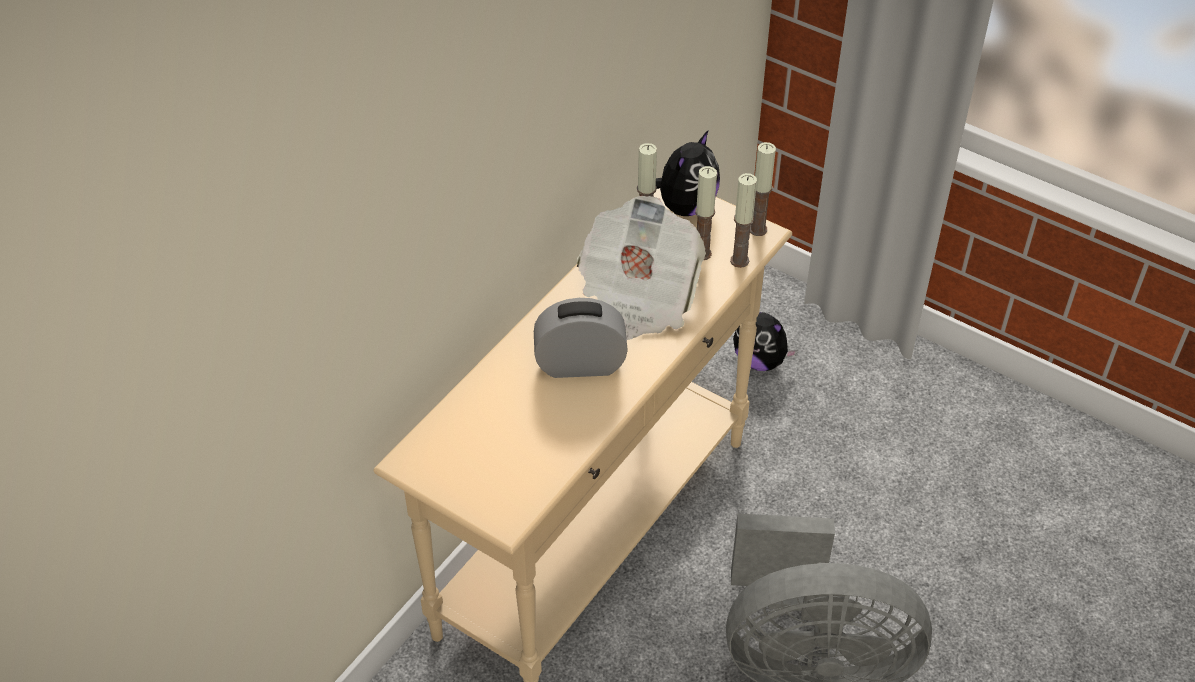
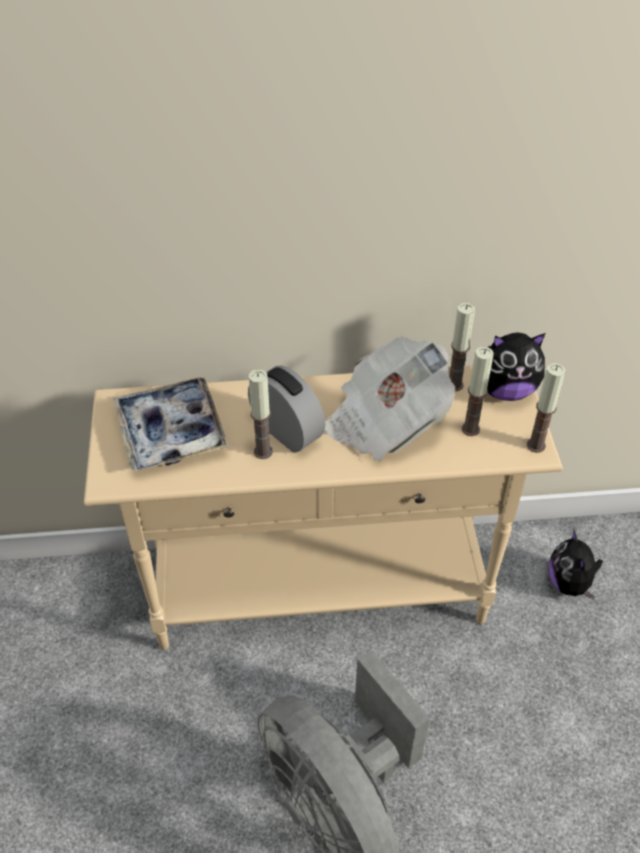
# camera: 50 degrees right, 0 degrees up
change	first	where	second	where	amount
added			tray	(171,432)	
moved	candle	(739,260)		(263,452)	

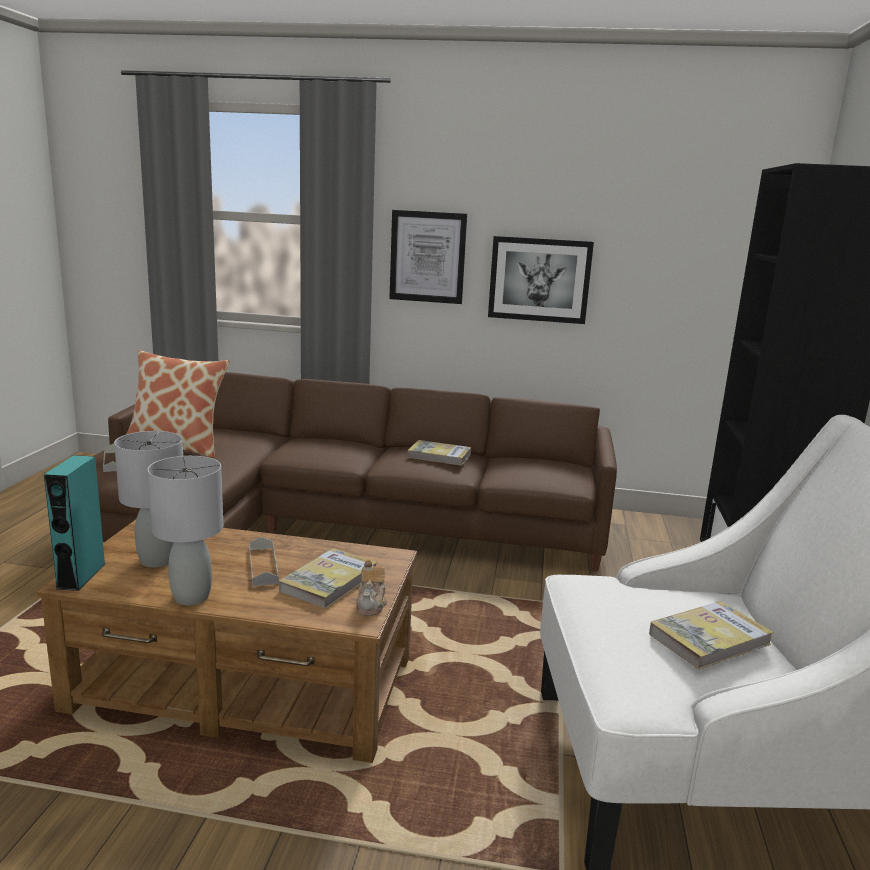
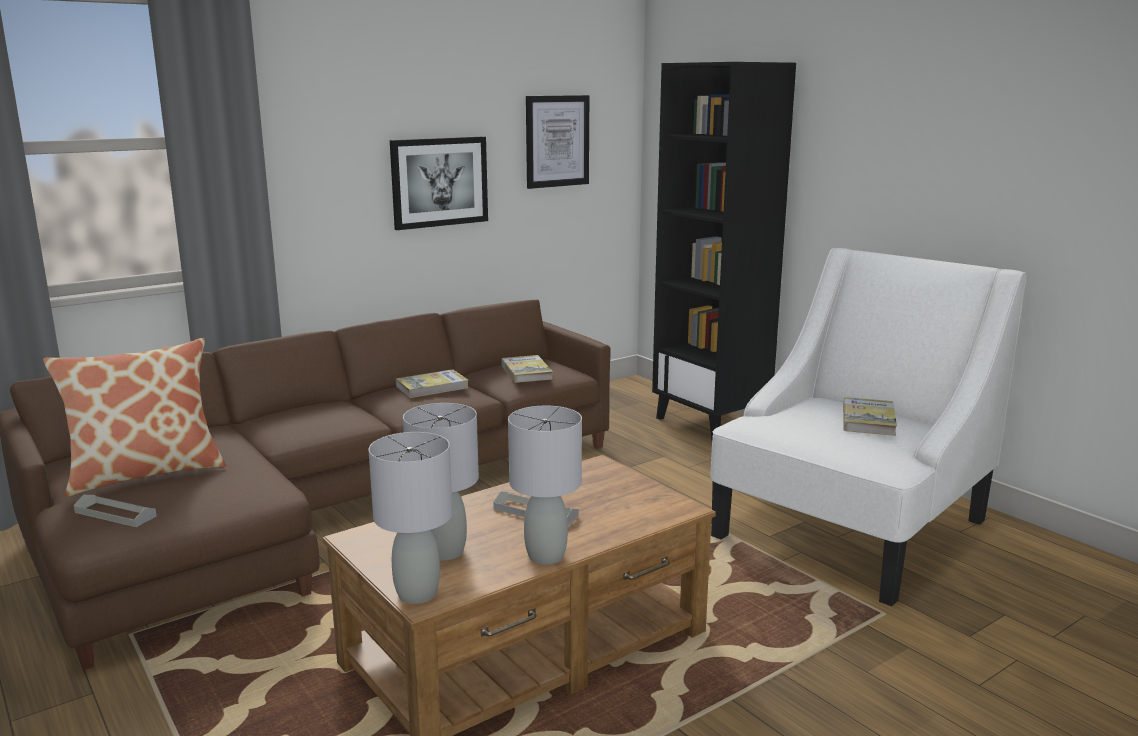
# camera: 45 degrees left, 0 degrees up
change	first	where	second	where	amount
removed	teapot	(371,604)			
moved	book	(329,581)		(526,372)	
moved	picture	(427,257)		(557,141)	
replaced	turquoise speaker	(81,575)	grey table lamp	(417,593)	

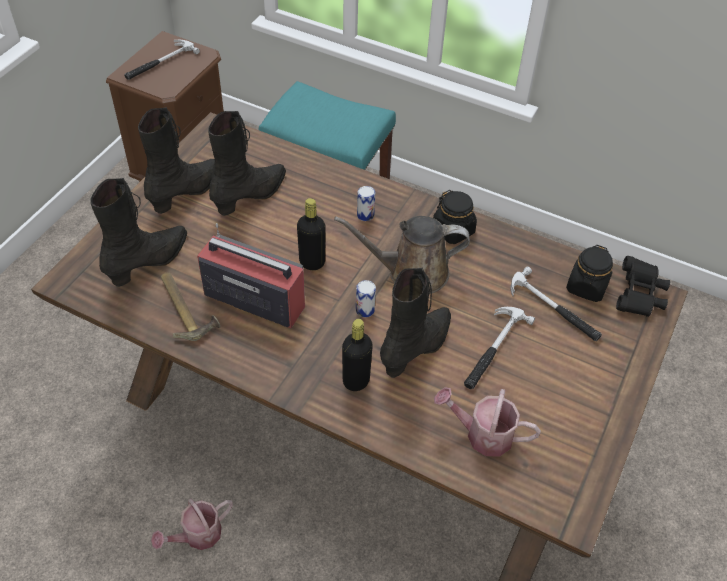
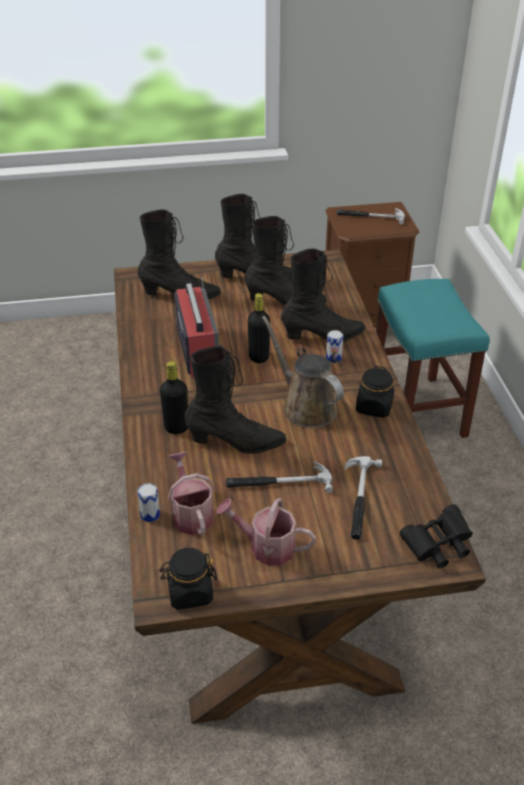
# camera: 55 degrees right, 10 degrees down
change	first	where	second	where	amount
removed	hammer	(185,308)			
added			black boot	(323,336)	
moved	watering can	(197,535)		(266,547)	
moved	can	(365,310)		(150,515)	
moved	black jar	(586,287)		(190,592)	

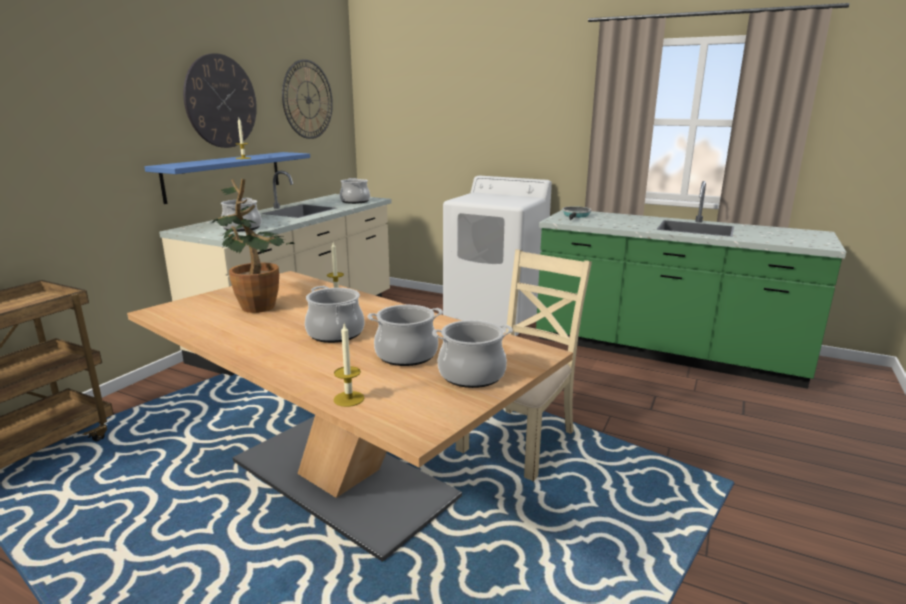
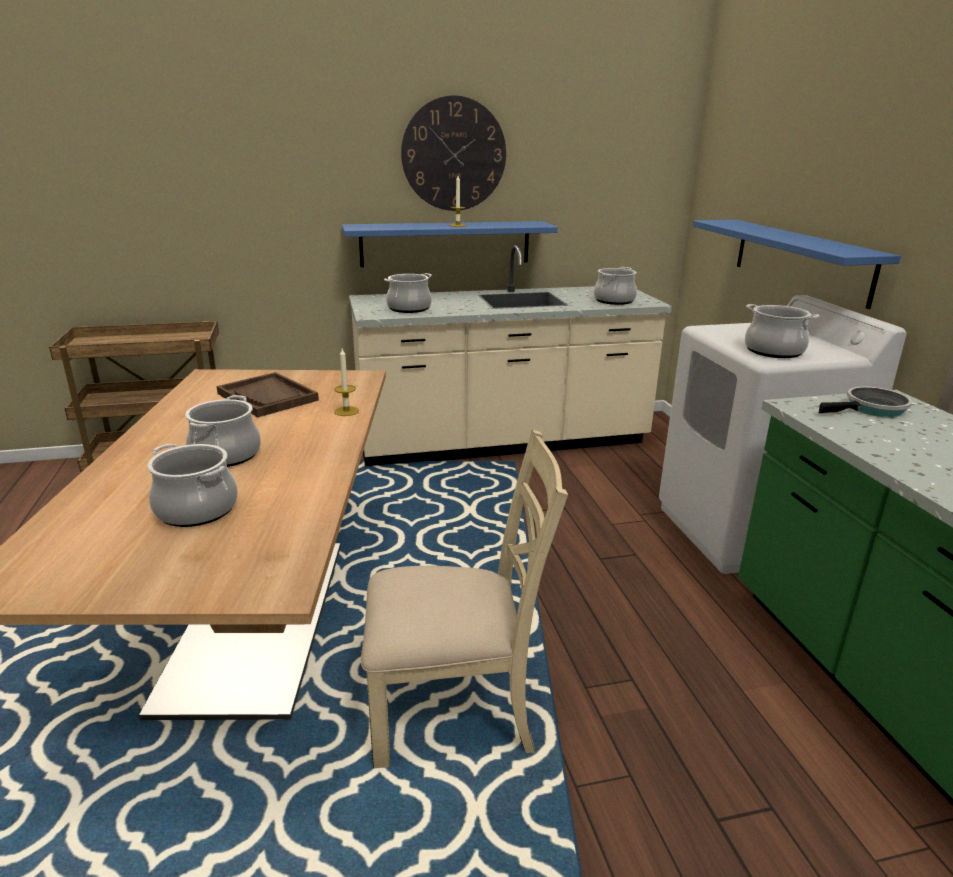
# camera: 50 degrees right, 5 degrees up
change	first	where	second	where	amount
removed	wall clock	(308,100)			
removed	candle	(349,399)			
added			blue shelf	(800,260)	
moved	cooking pot	(471,375)		(773,351)	
replaced	potted plant	(257,304)	brown tray	(268,397)	

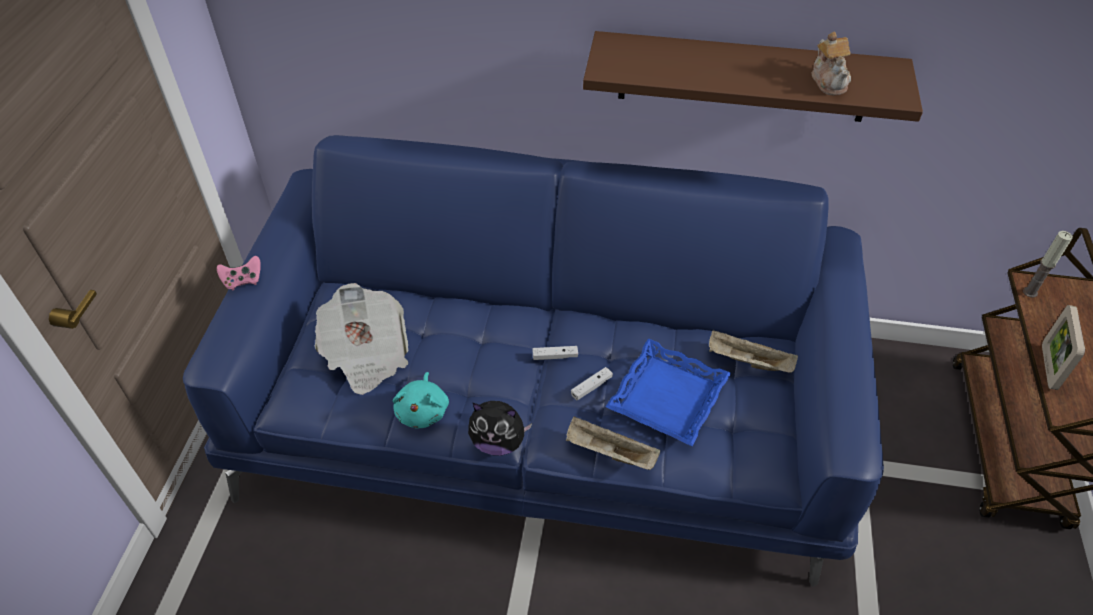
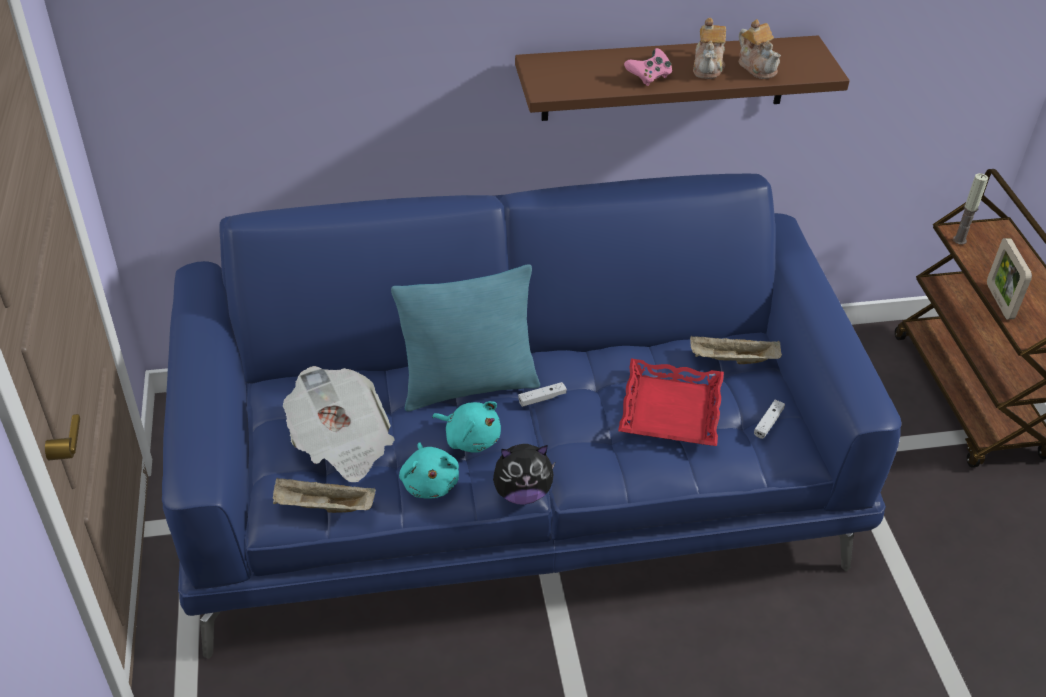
# camera: 20 degrees left, 5 degrees down
change	first	where	second	where	amount
added			turquoise pillow	(469,386)	
added			turquoise plush toy	(470,438)	
added			teapot	(708,67)	
moved	pink game controller	(243,281)		(649,77)	
moved	beige tray	(609,453)		(323,507)	
moved	white game controller	(591,387)		(768,423)	
recoloured	blue tray	(667,396)	red tray	(669,410)	

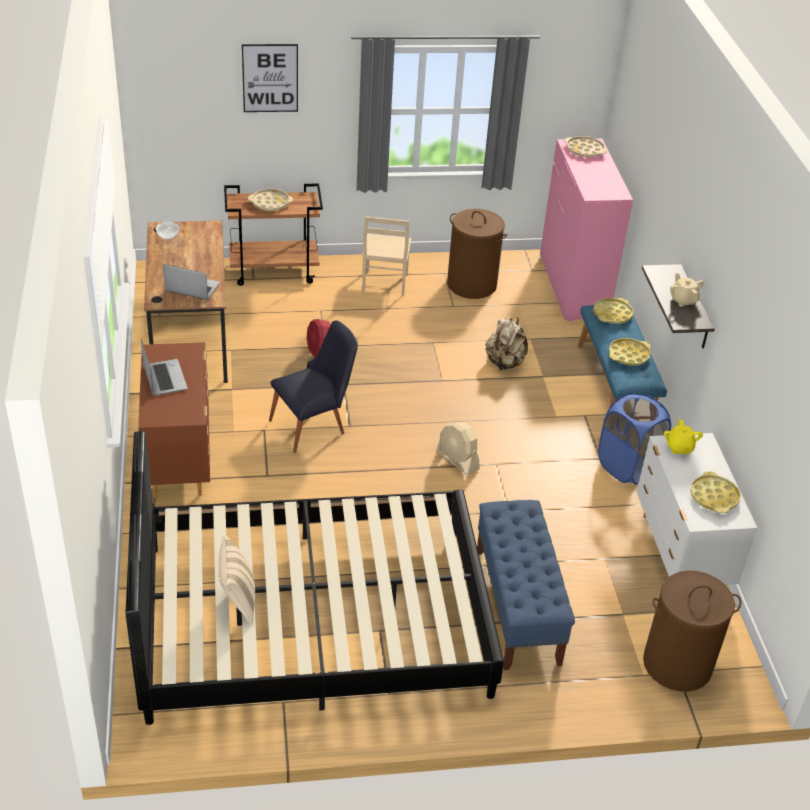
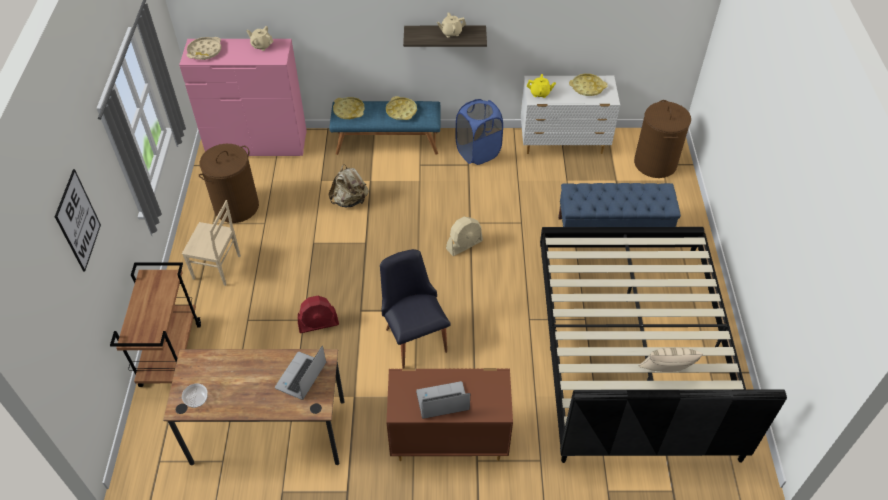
# camera: 80 degrees left, 10 degrees up
change	first	where	second	where	amount
removed	beige tray	(270,203)			
added			beige teapot	(261,45)	

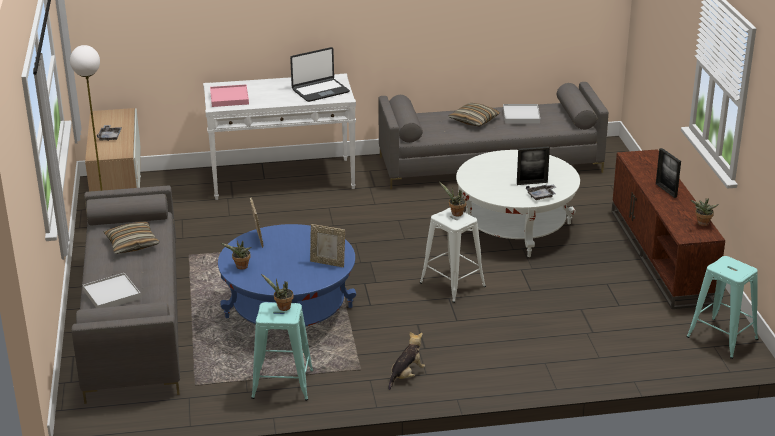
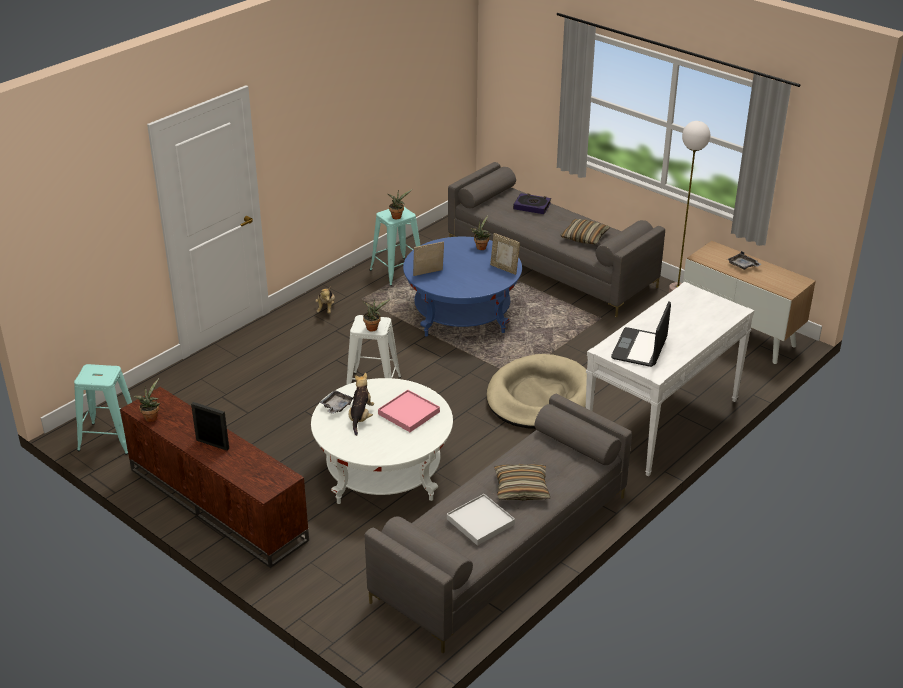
# camera: 140 degrees right, 5 degrees up
change	first	where	second	where	amount
added			beige dog bed	(539,397)	
moved	pink tray	(229,98)		(409,413)	
replaced	white tray	(112,294)	book	(532,206)	
replaced	picture frame	(532,183)	plush toy	(361,417)	

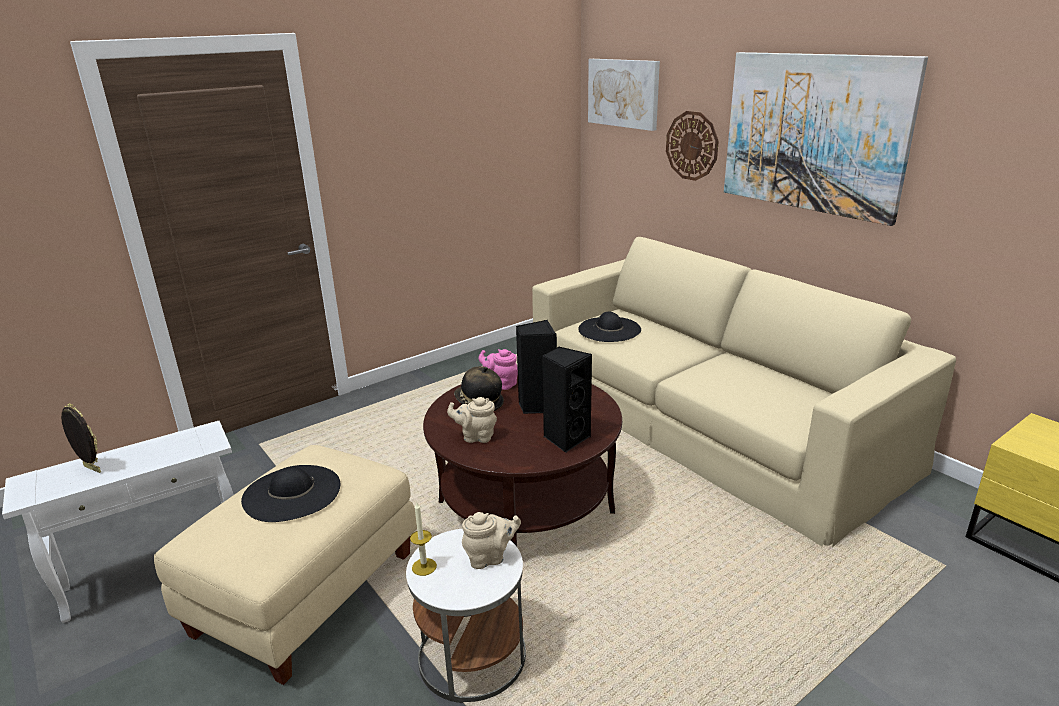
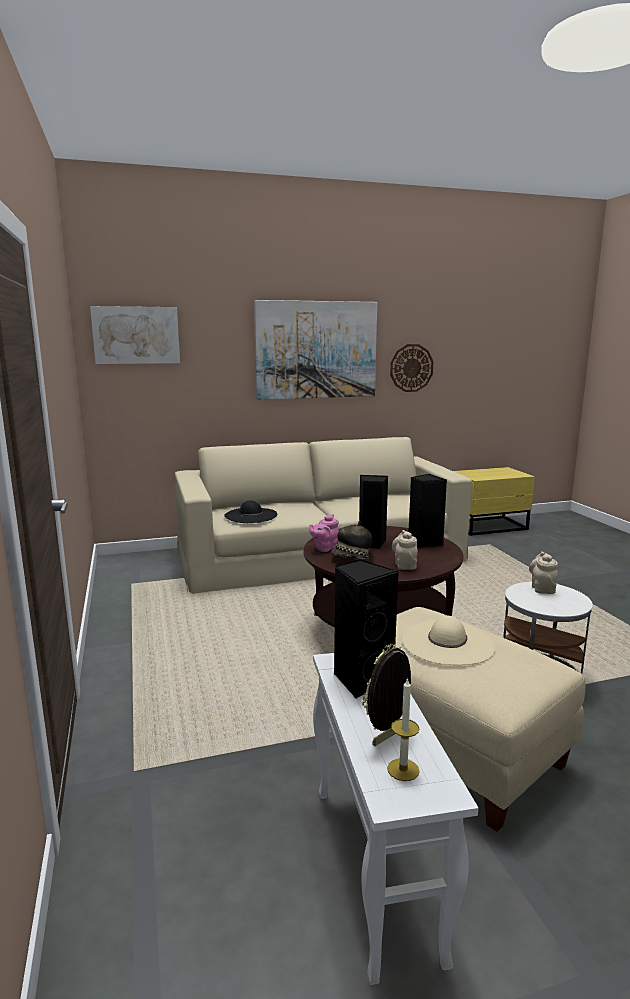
# camera: 70 degrees left, 10 degrees down
change	first	where	second	where	amount
added			black speaker	(361,680)	
moved	candle	(424,567)		(403,769)	
moved	wall clock	(692,146)		(411,368)	
recoloured	black hat	(292,493)	beige hat	(447,642)	
turned	beige teapot	(476,437)		(404,565)	150 degrees clockwise

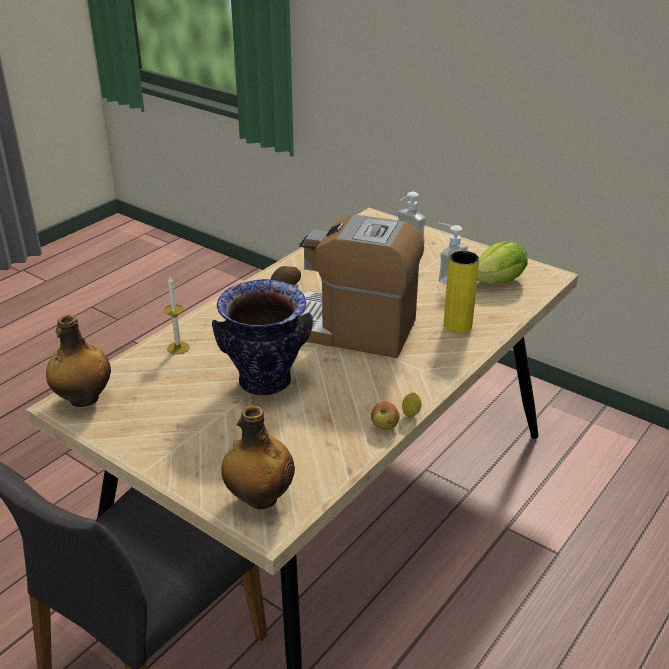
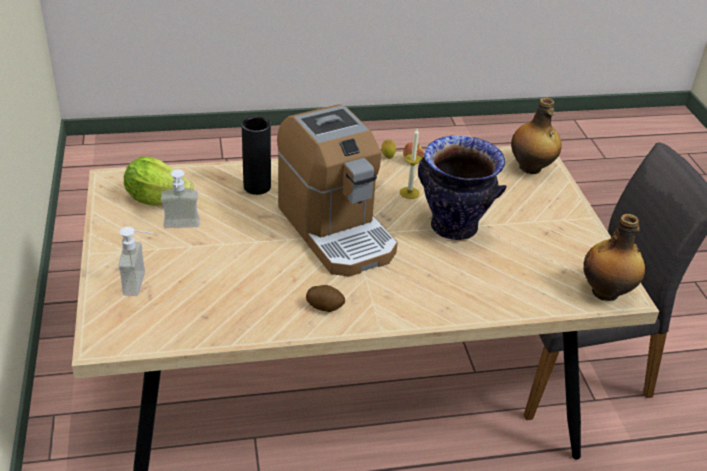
# camera: 140 degrees left, 5 degrees up
change	first	where	second	where	amount
moved	candle	(178,348)		(409,193)	
recoloured	yellow vase	(457,325)	black vase	(257,187)	

